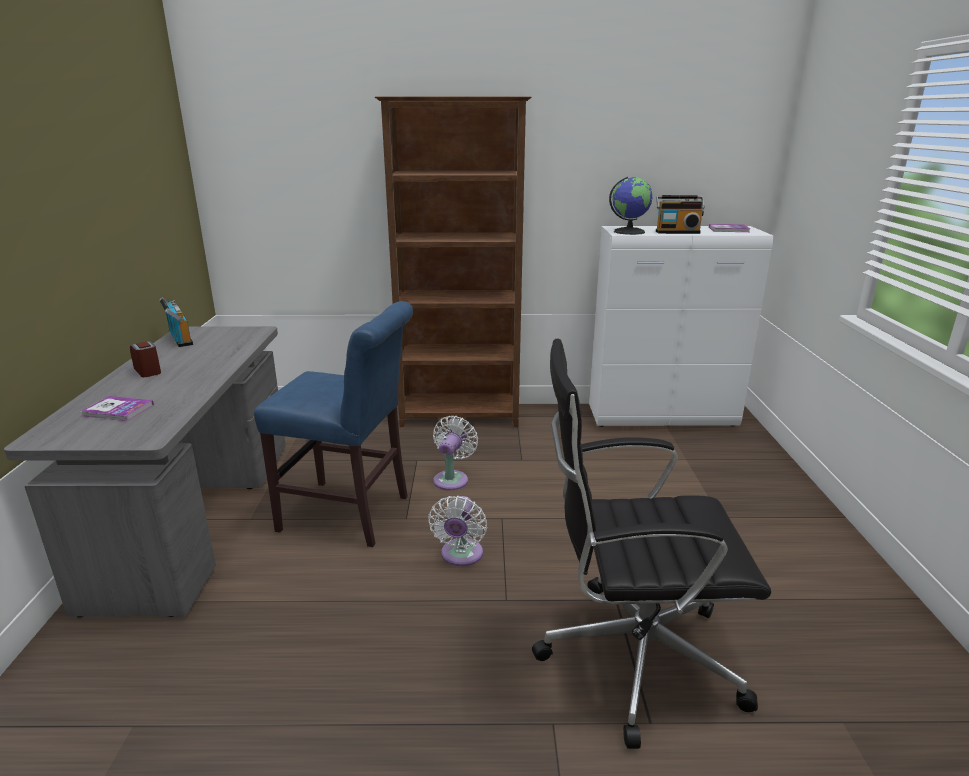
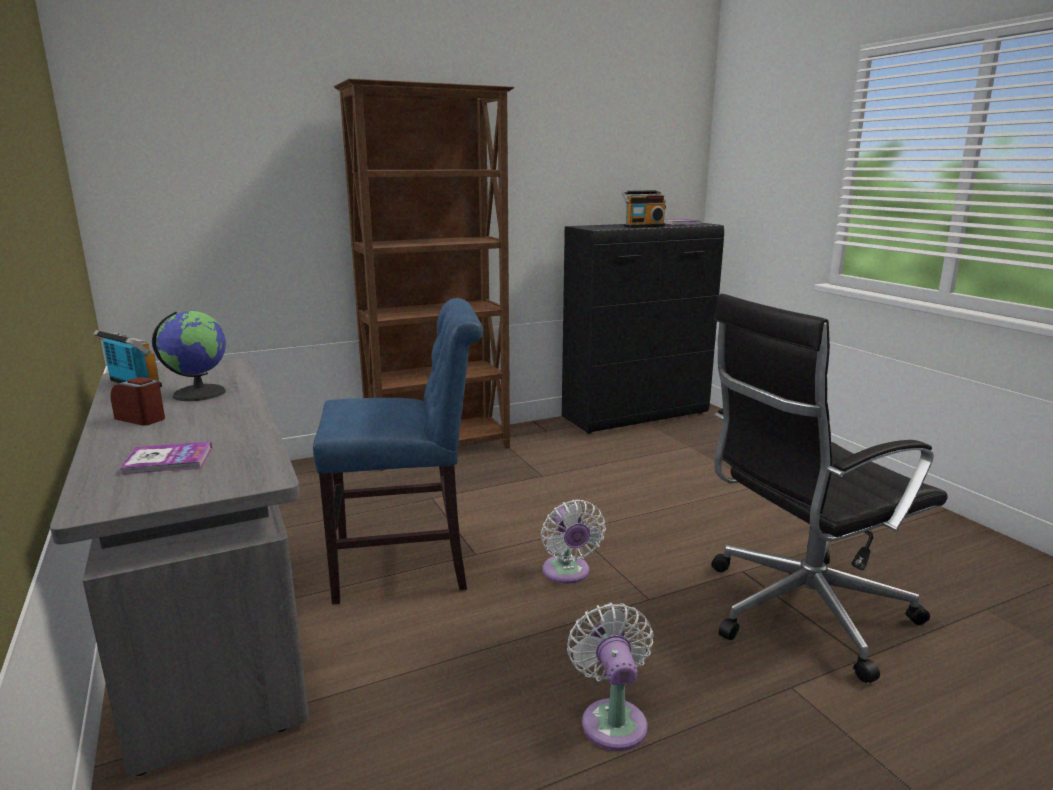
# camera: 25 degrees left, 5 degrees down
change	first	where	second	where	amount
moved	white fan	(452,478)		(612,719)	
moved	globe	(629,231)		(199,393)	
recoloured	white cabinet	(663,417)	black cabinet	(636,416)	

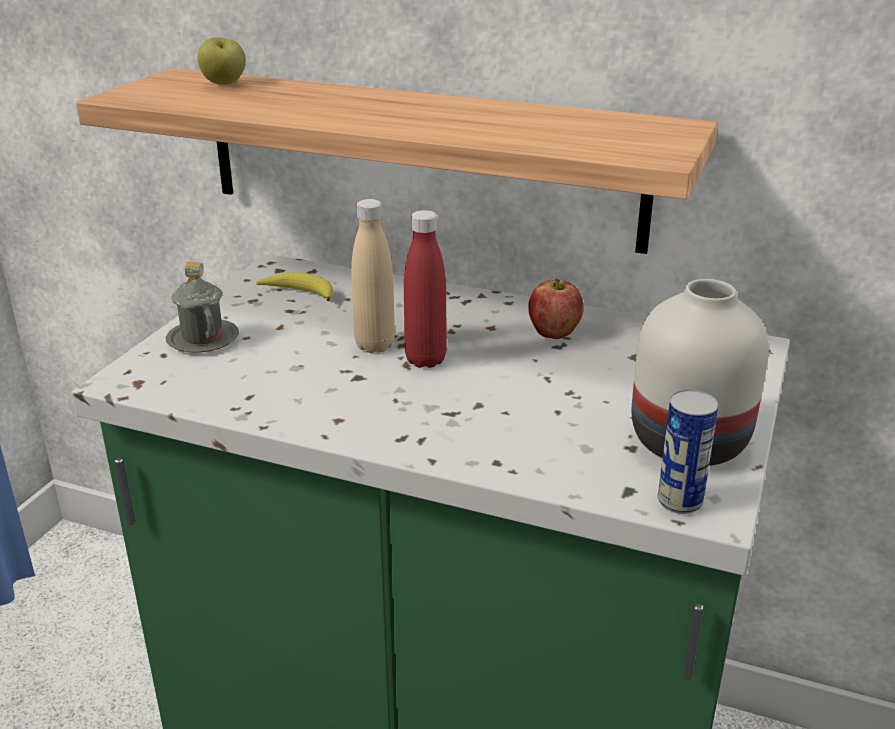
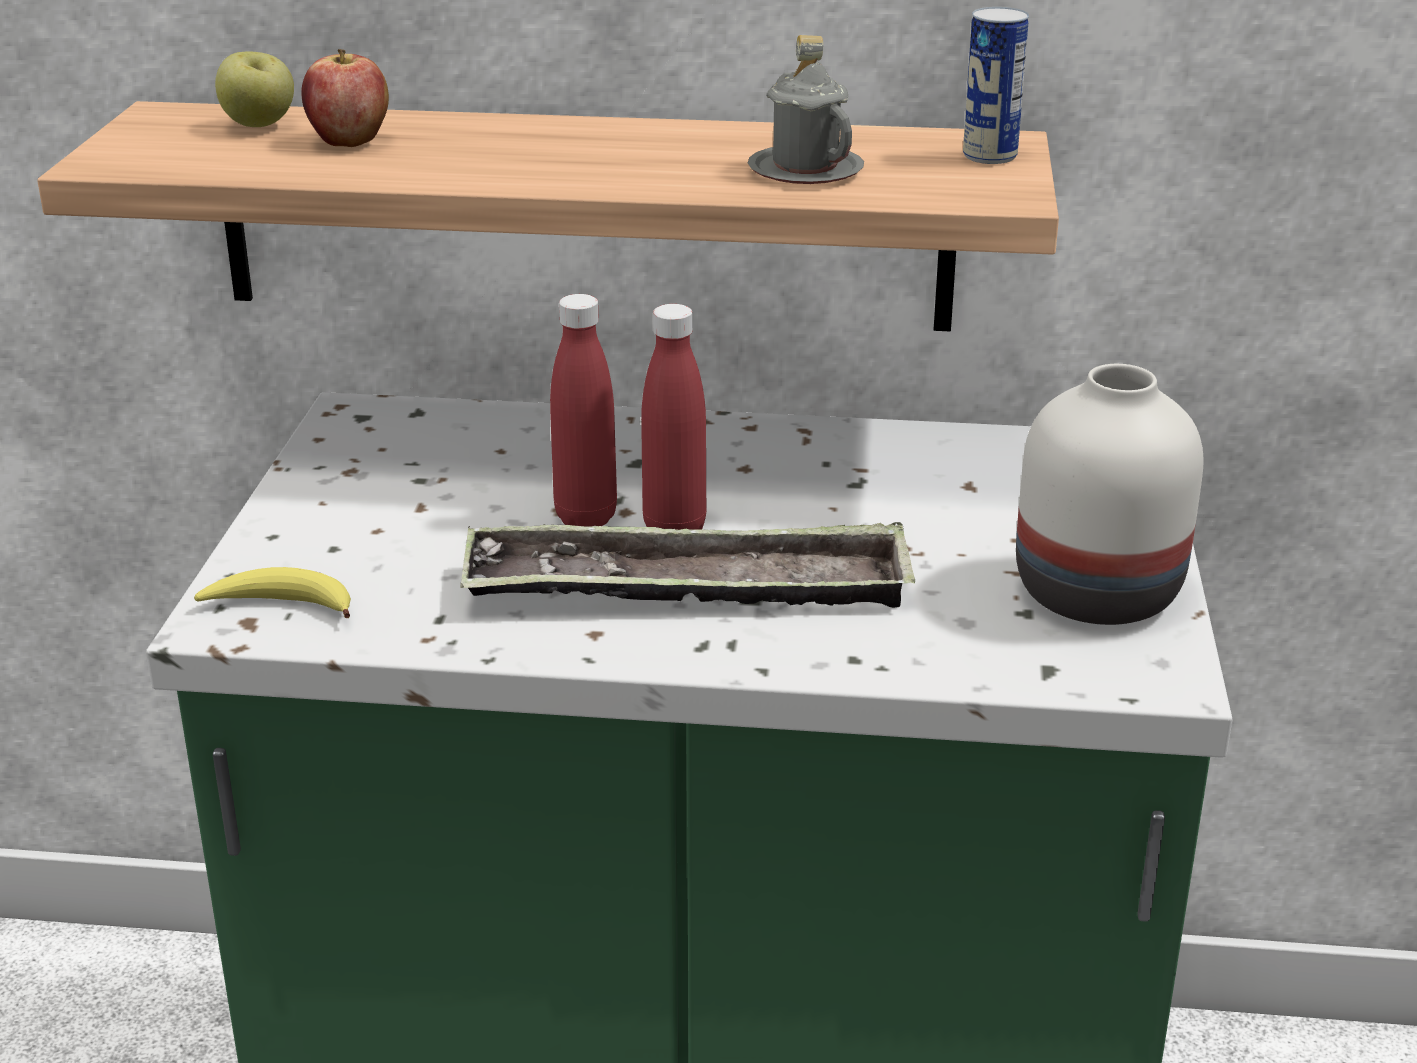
# camera: 15 degrees left, 0 degrees up
change	first	where	second	where	amount
added			tray	(688,588)	
moved	grey mug	(203,339)		(805,170)	
moved	banana	(299,293)		(281,607)	
moved	apple	(554,334)		(349,142)	
moved	can	(679,501)		(989,156)	
recoloured	beige bottle	(375,345)	red bottle	(586,517)	

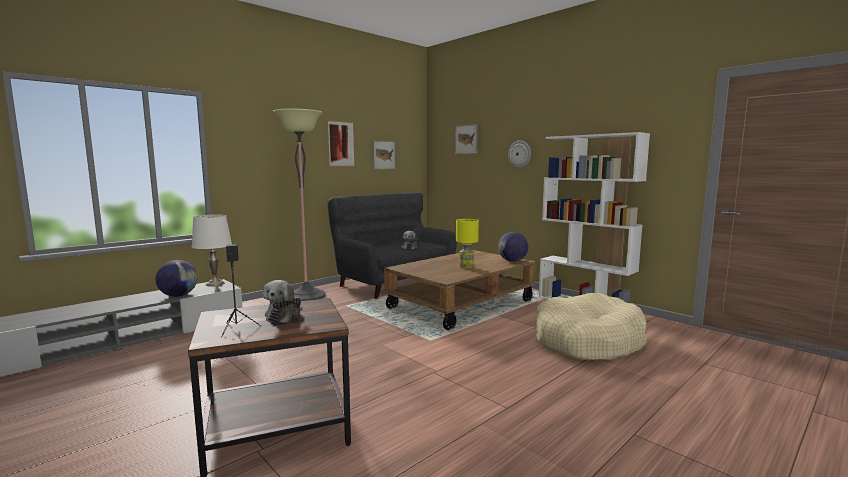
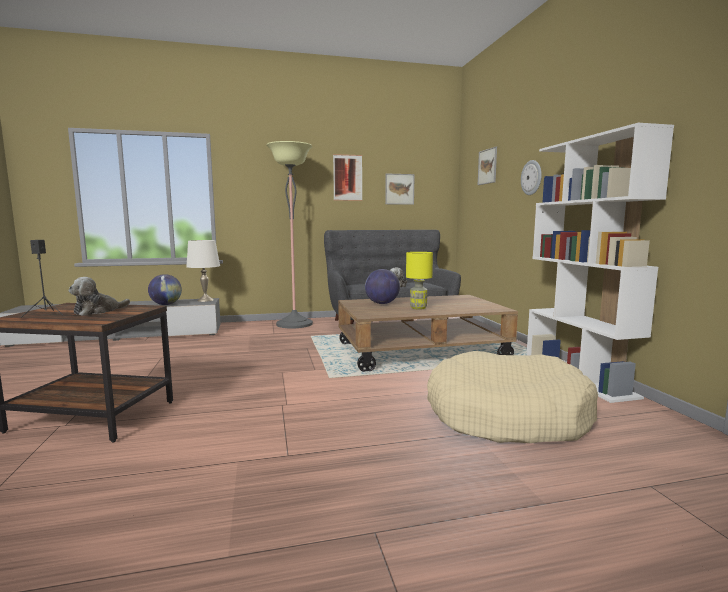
# camera: 30 degrees right, 0 degrees up
change	first	where	second	where	amount
moved	globe	(512,261)		(382,303)	

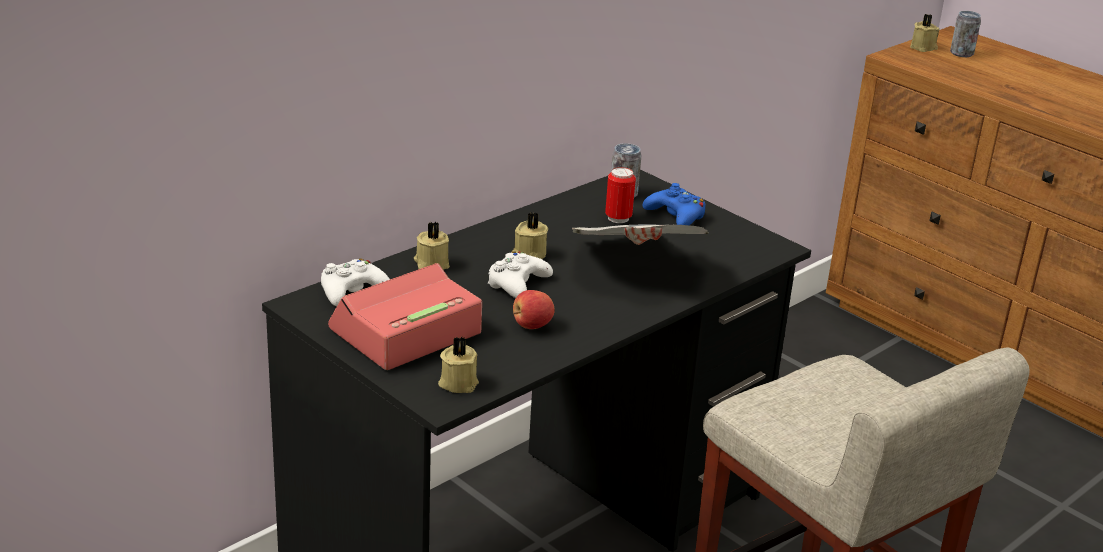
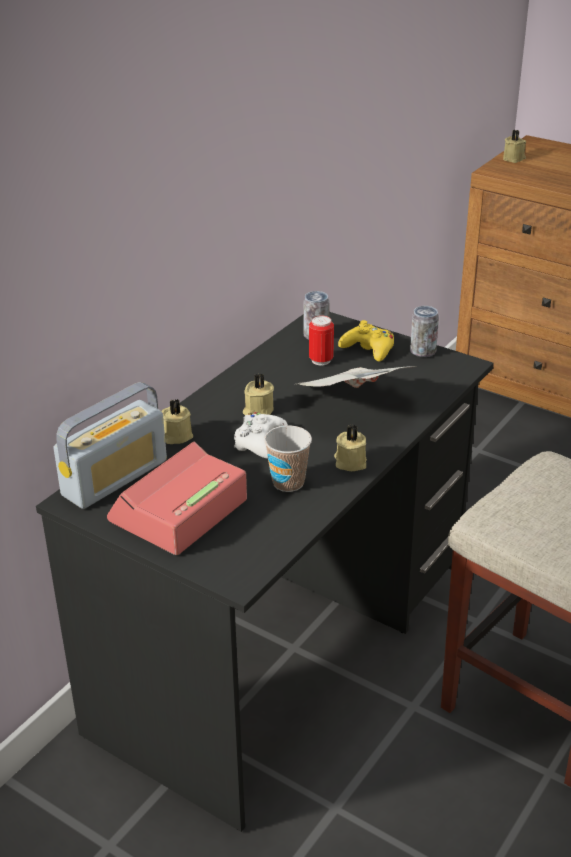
# camera: 10 degrees left, 5 degrees up
change	first	where	second	where	amount
moved	beige candle	(458,382)		(350,462)	
moved	can	(961,53)		(423,351)	
replaced	white game controller	(352,291)	radio	(115,478)	
replaced	apple	(531,325)	cup	(288,482)	
recoloured	blue game controller	(676,215)	yellow game controller	(368,349)	

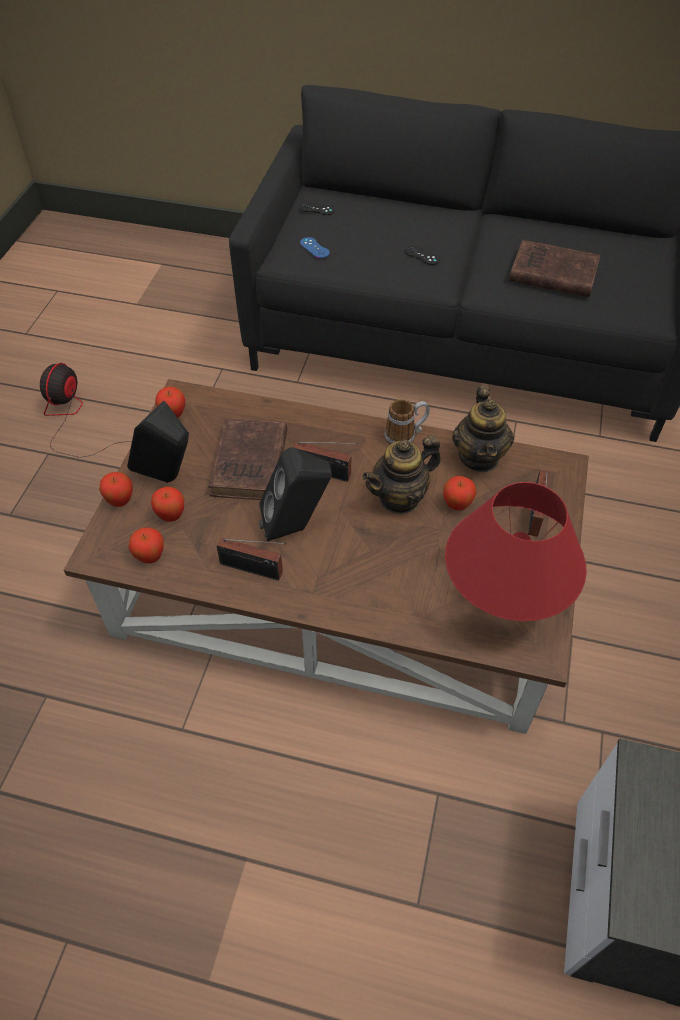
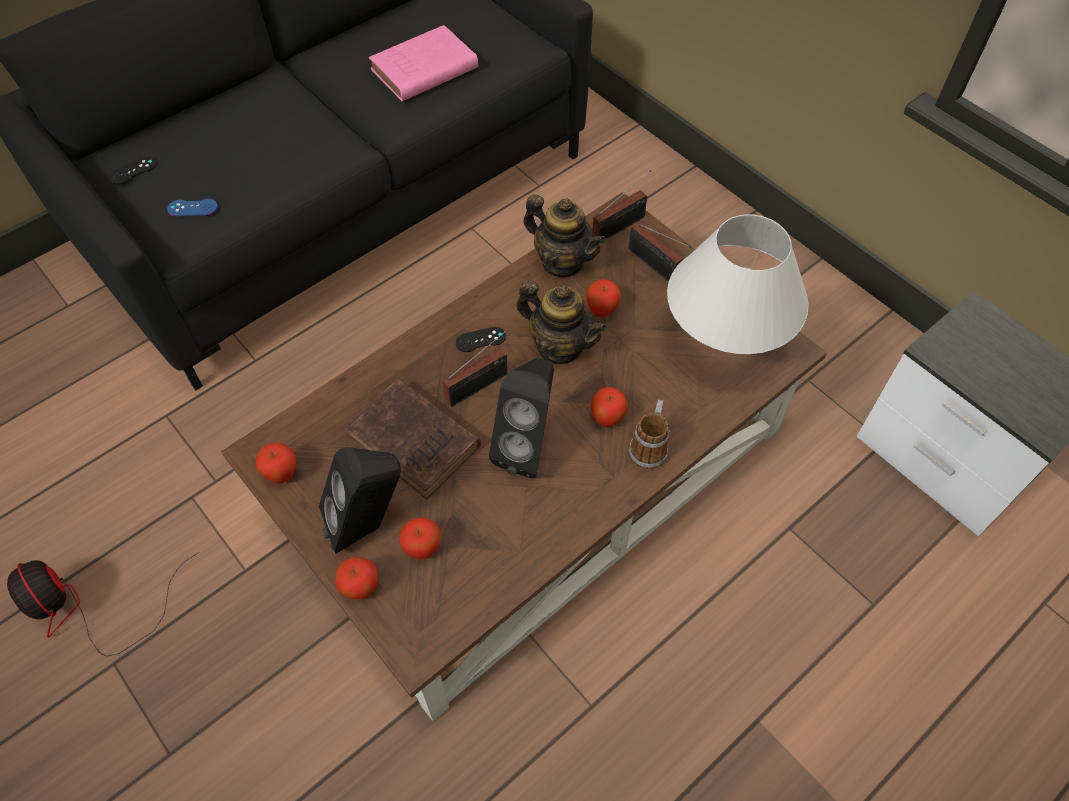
# camera: 55 degrees left, 5 degrees up
change	first	where	second	where	amount
moved	apple	(150,557)		(607,419)	
moved	radio	(254,570)		(621,226)	
moved	mug	(405,436)		(649,446)	
moved	black game controller	(422,255)		(481,339)	
recoloured	red table lamp	(503,600)	white table lamp	(724,342)	
recoloured	brown book	(550,273)	pink book	(422,70)	
turned	teapot	(400,498)		(560,346)	60 degrees counterclockwise

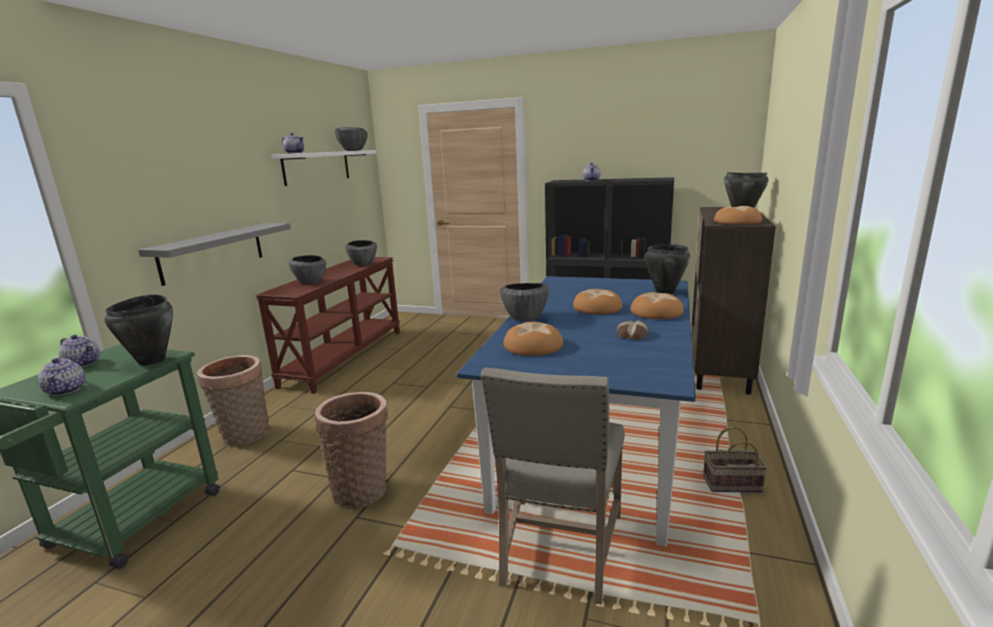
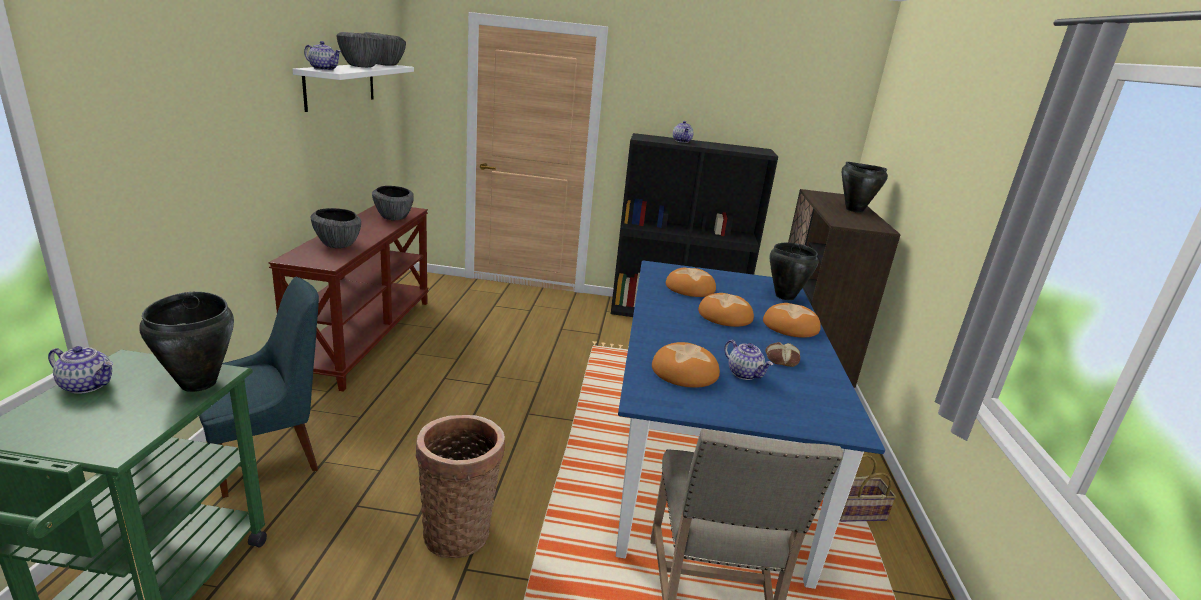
# camera: 15 degrees left, 5 degrees up
change	first	where	second	where	amount
removed	grey shelf	(213,252)			
moved	teapot	(66,390)		(744,374)	
moved	bowl	(525,318)		(361,66)	
moved	bread	(736,222)		(689,288)	
replaced	basket	(244,436)	blue chair	(269,456)	

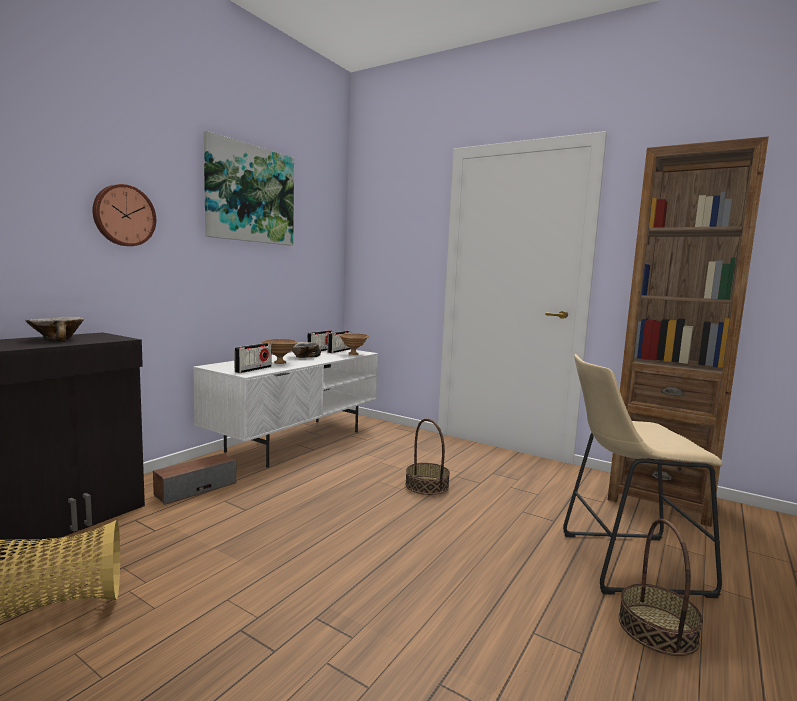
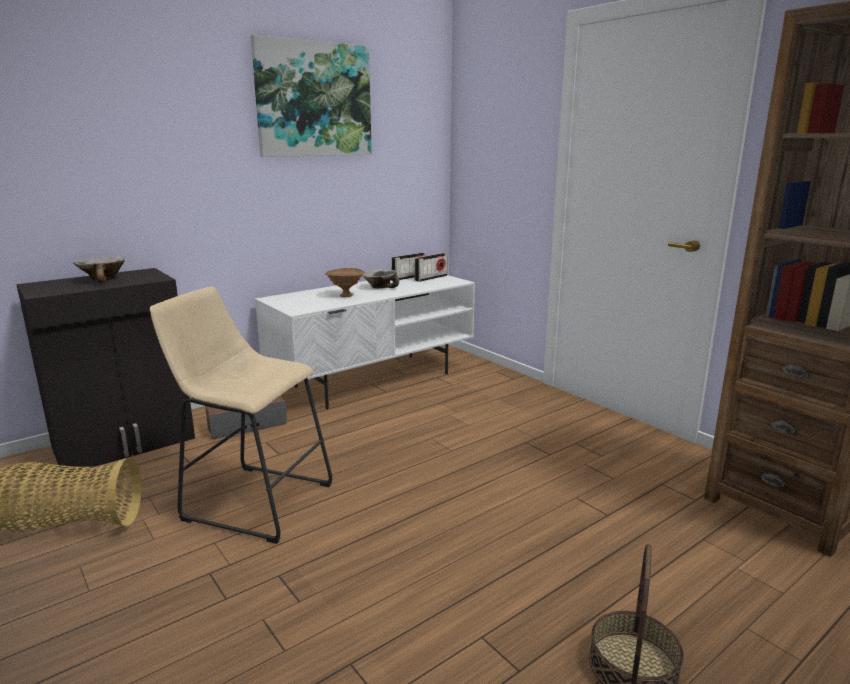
# camera: 20 degrees right, 10 degrees up
change	first	where	second	where	amount
removed	wall clock	(123,215)			
removed	radio	(253,369)			
removed	brown bowl	(353,354)			
removed	basket	(427,485)			
moved	beige stool	(624,562)		(252,499)	

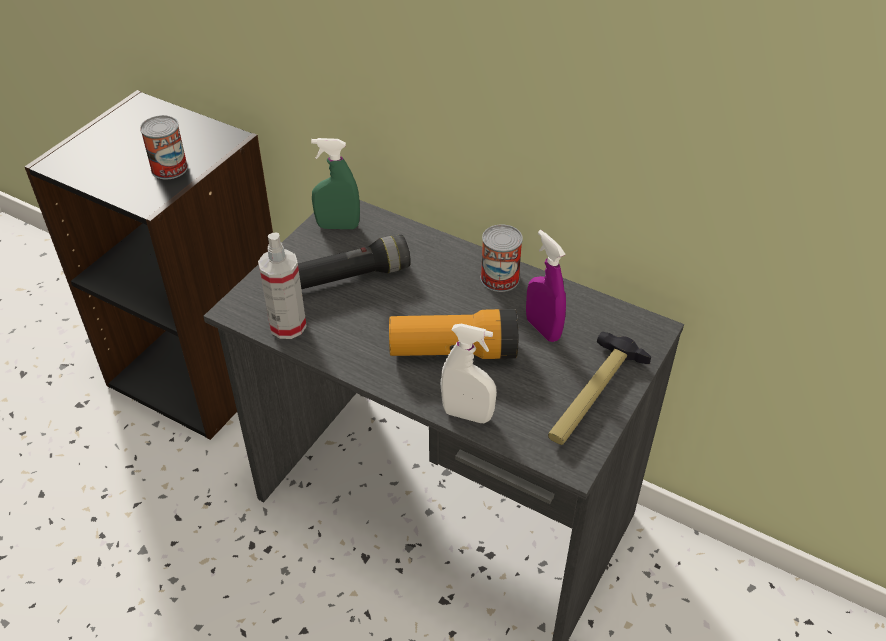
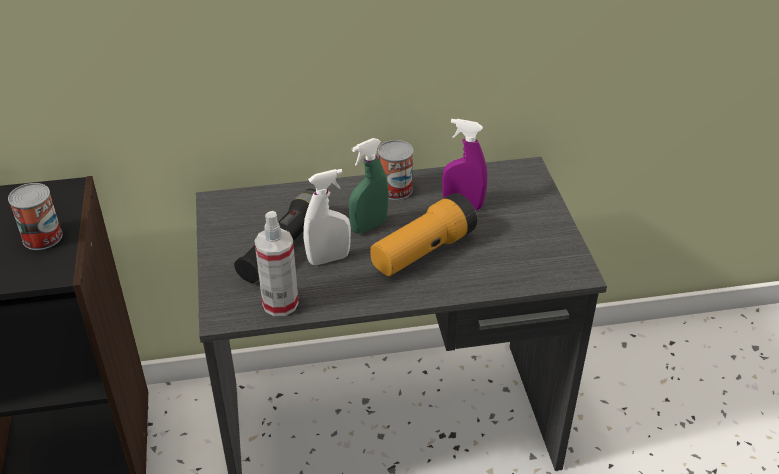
# camera: 40 degrees left, 5 degrees down
change	first	where	second	where	amount
removed	hammer	(593,396)			
moved	green spray bottle	(338,226)		(369,226)	
moved	white spray bottle	(467,414)		(328,259)	

